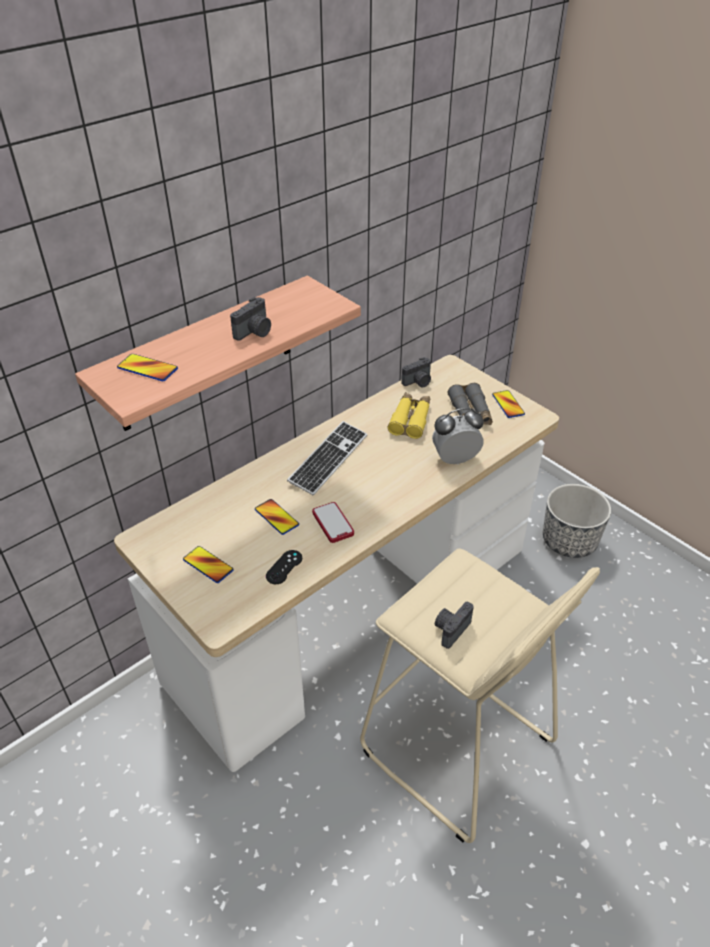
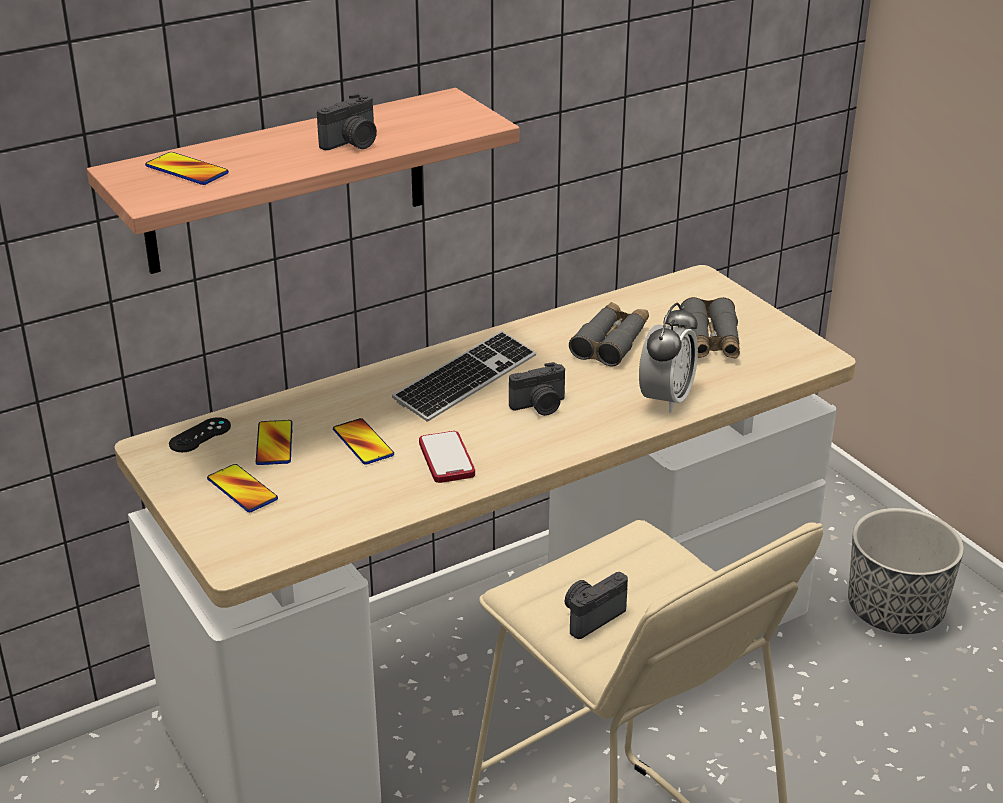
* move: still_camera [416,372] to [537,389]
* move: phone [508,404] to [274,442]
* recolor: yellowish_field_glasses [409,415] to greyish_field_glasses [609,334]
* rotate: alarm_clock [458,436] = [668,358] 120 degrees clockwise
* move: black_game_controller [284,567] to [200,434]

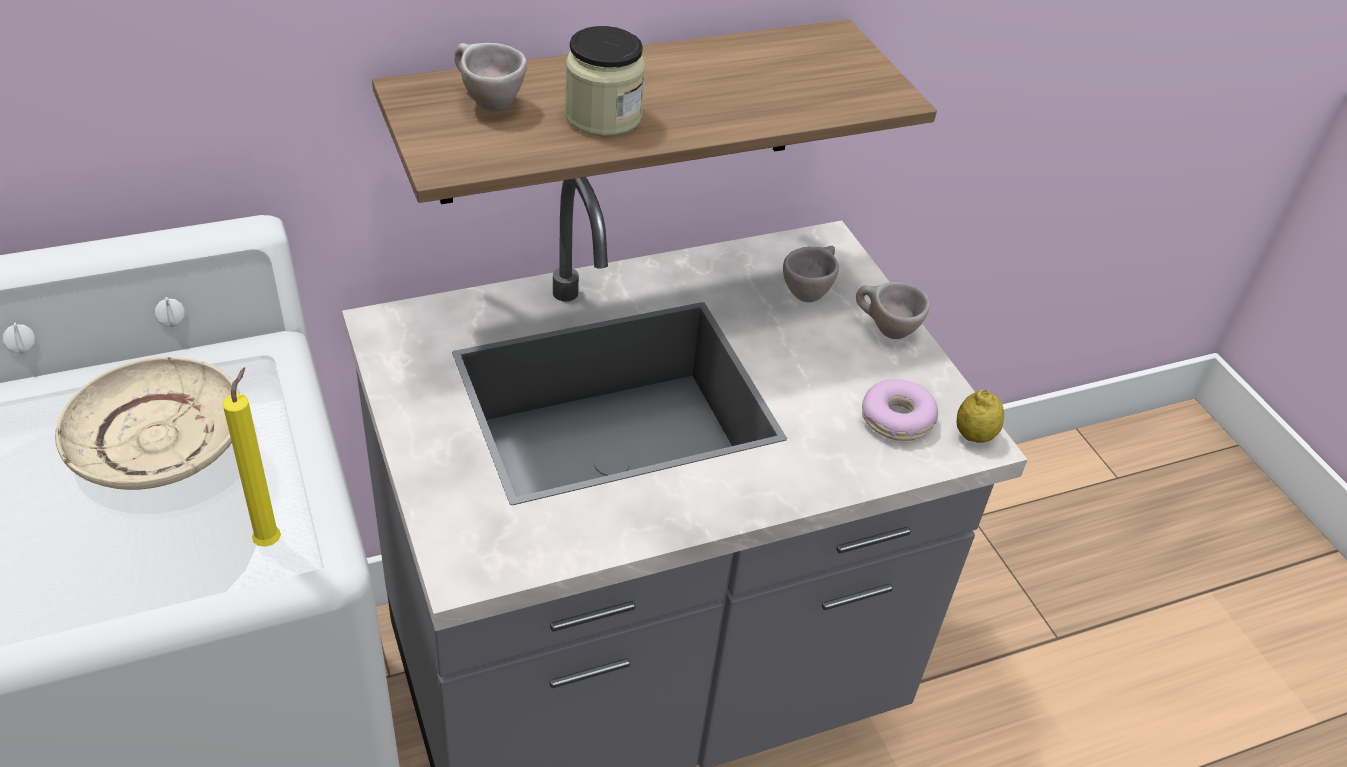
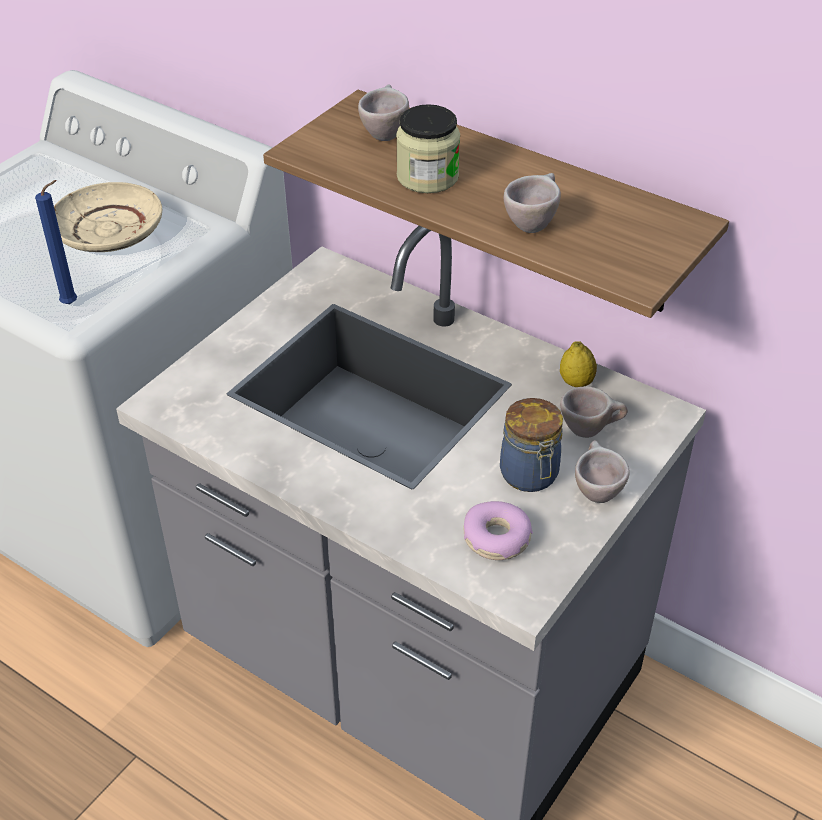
* recolor: yellowish_candle [251,457] to blue-coloured_candle [56,242]
* move: citrus_fruit [980,416] to [578,364]
* insert: beige_small_cup [532,203]
* insert: jar [531,445]

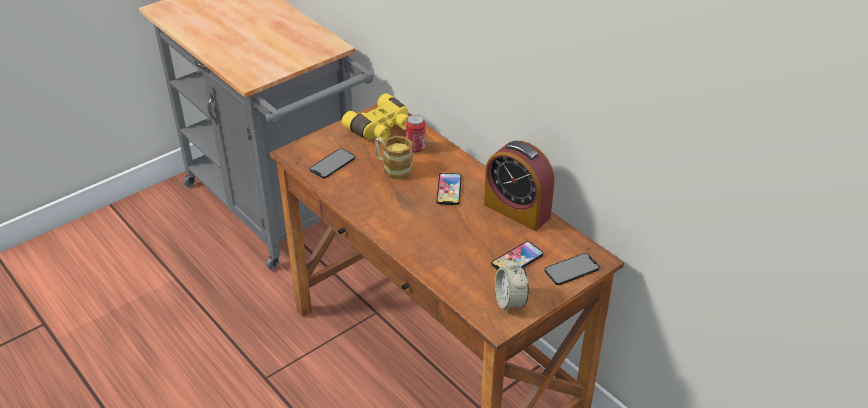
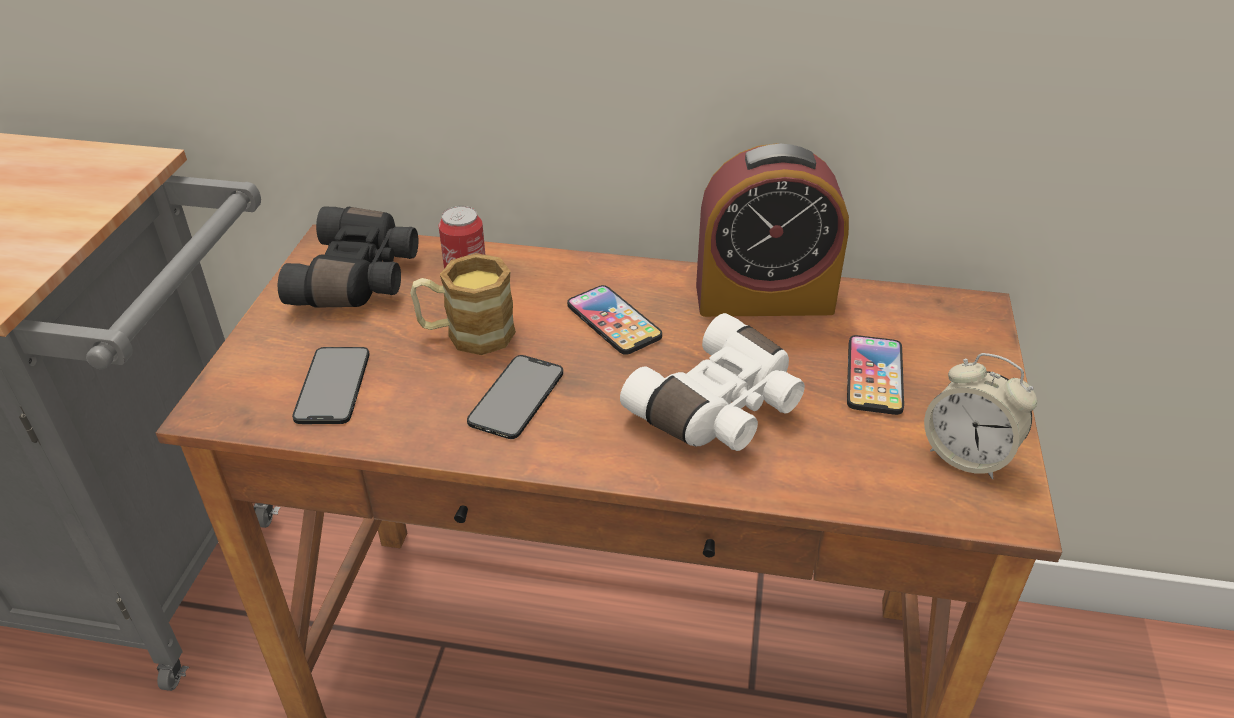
* recolor: yellowish_field_glasses [375,117] to black_field_glasses [348,257]
* move: phone [572,269] to [515,397]
* insert: whitish_field_glasses [712,382]

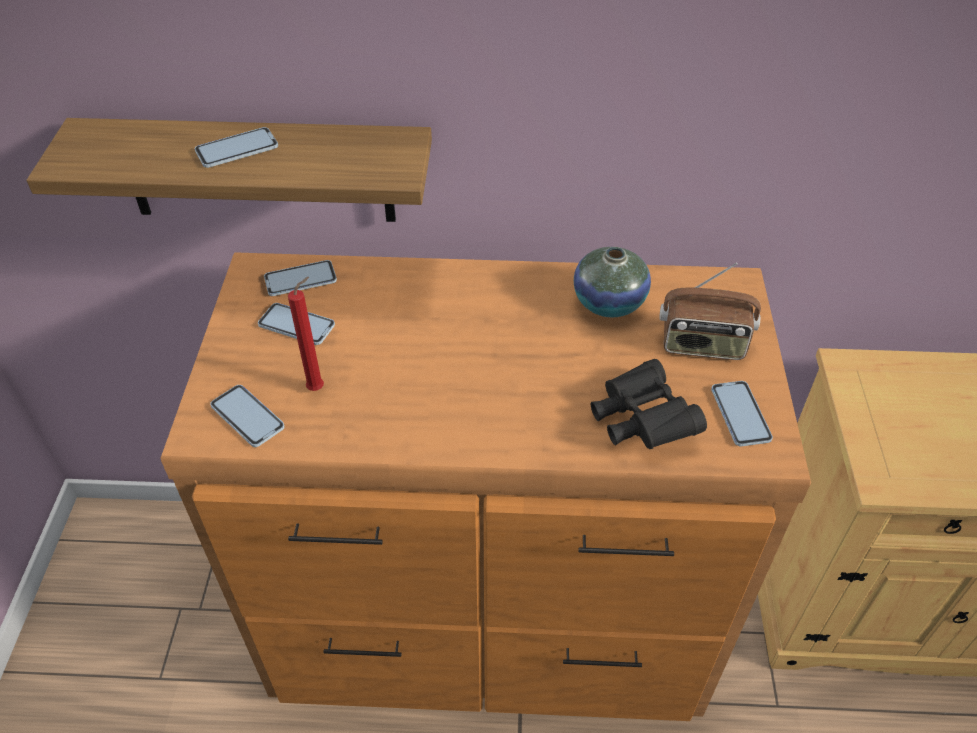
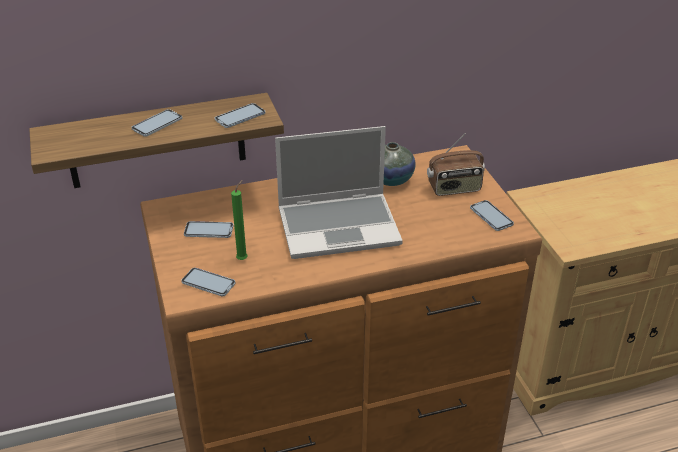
* move: phone [300,278] to [240,115]
* recolor: red_candle [306,334] to greenish_candle [239,220]
* delete: black_field_glasses [649,404]
* insert: portable_computer [339,192]

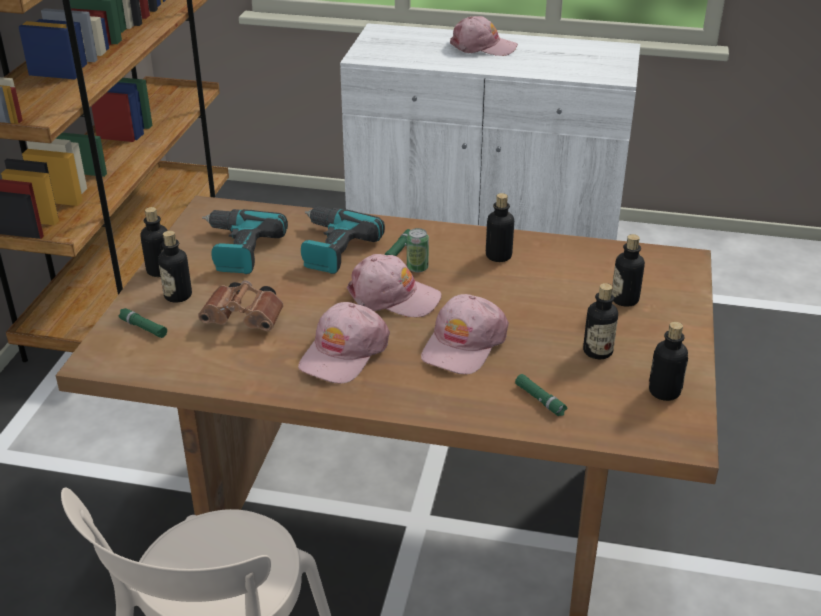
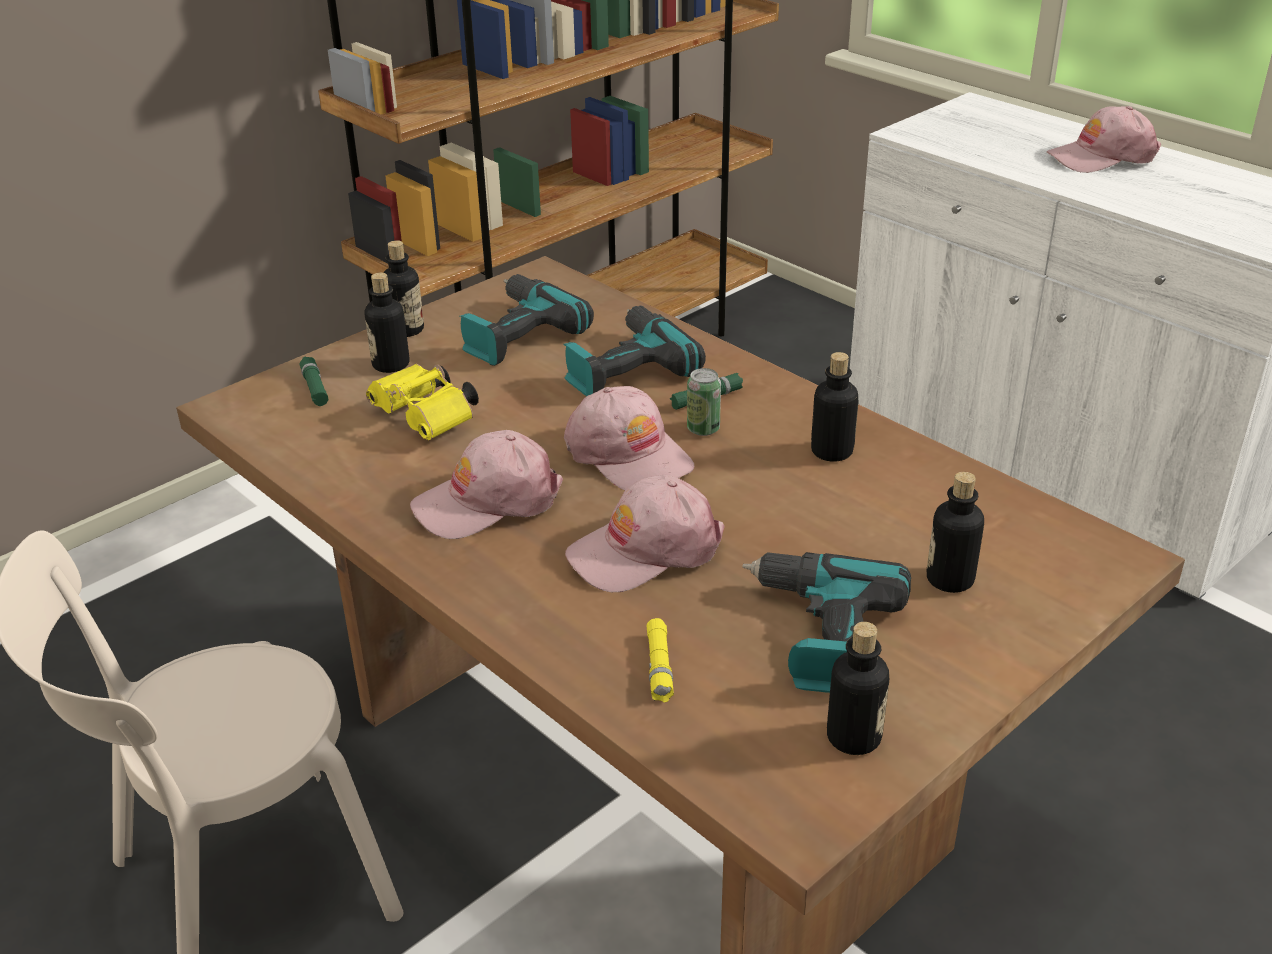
* rotate: pink_cap [484,36] = [1104,139] 120 degrees clockwise
* recolor: brown_field_glasses [240,305] to yellowish_field_glasses [422,402]
* replace: bottle [600,321] to power_drill [827,622]
* recolor: greenish_flashlight [541,395] to yellowish_flashlight [660,660]

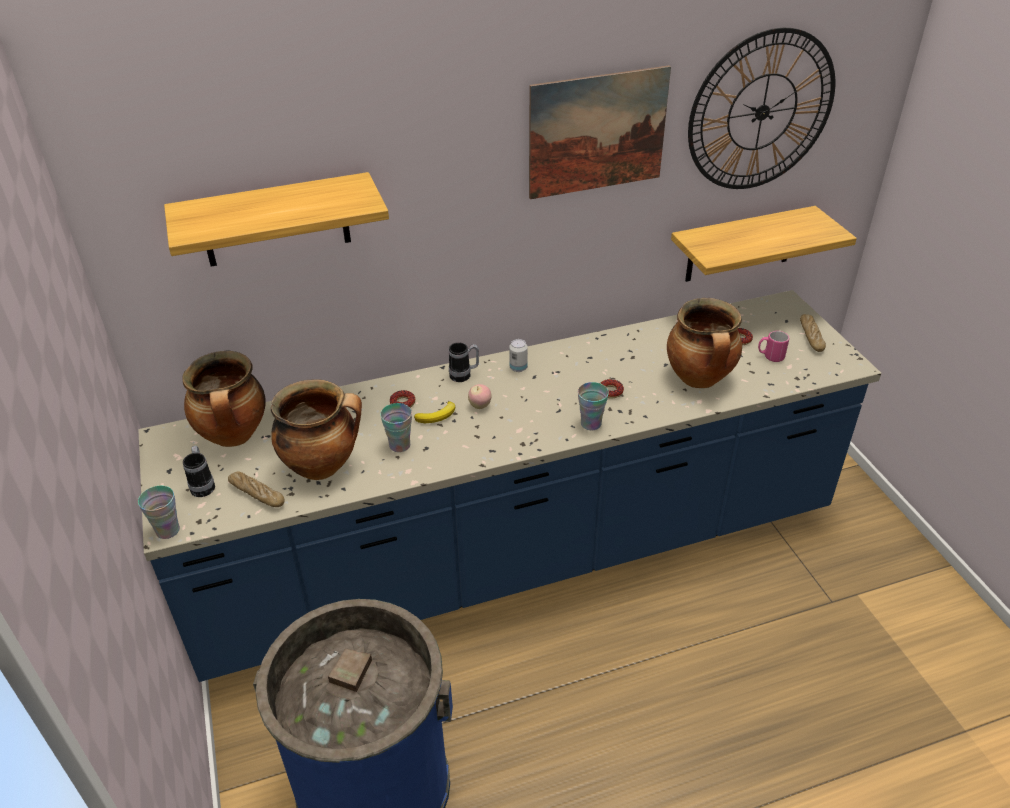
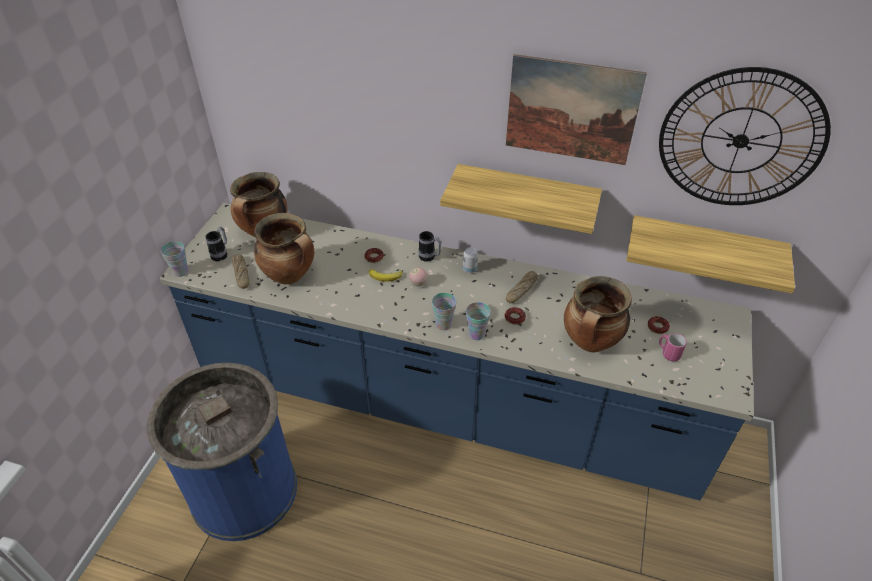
* move: wall_shelf [276,219] to [521,199]
* move: baked_bread [813,333] to [522,287]
* move: small_cup [396,427] to [444,312]

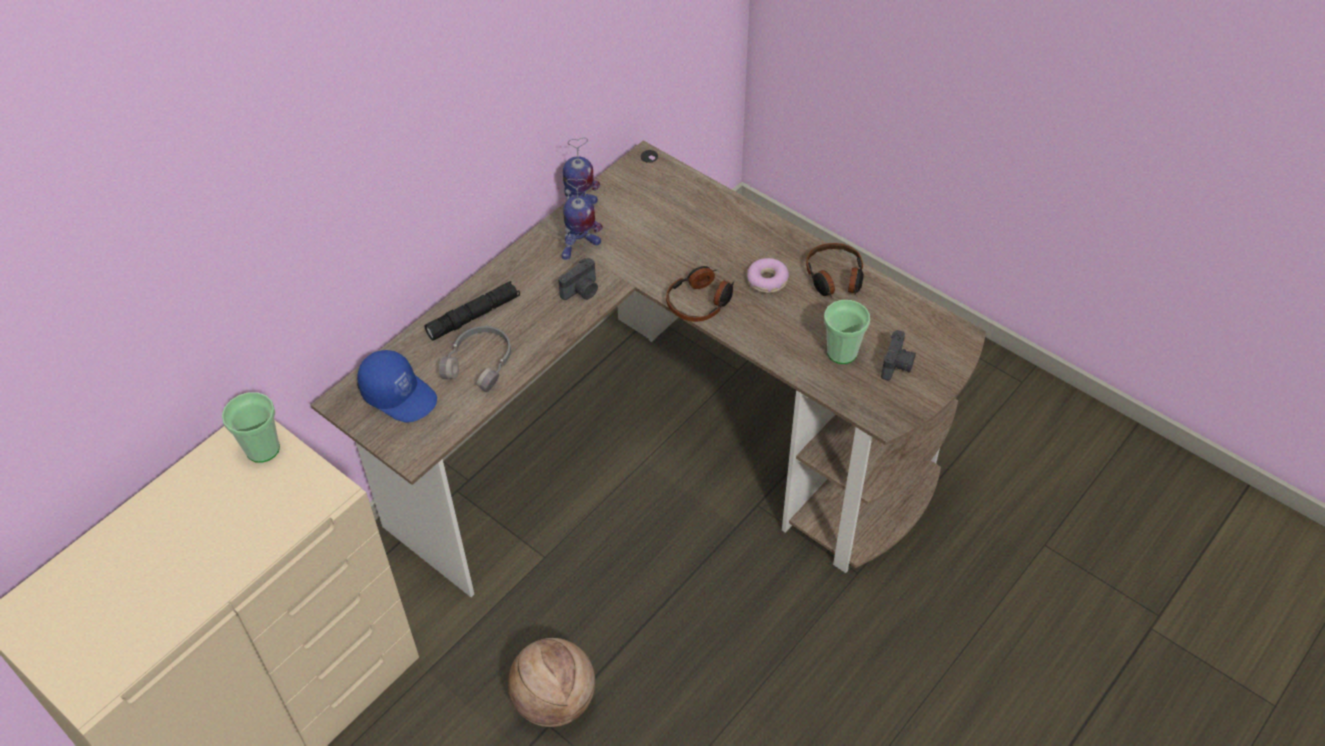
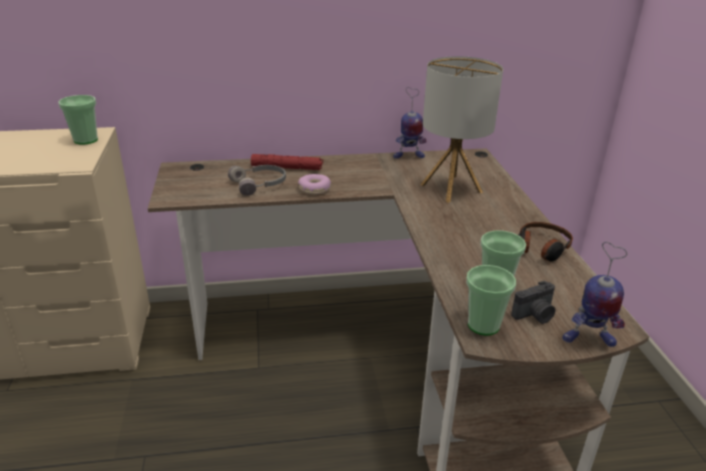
* move: robot_figure [582,219] to [594,294]
* delete: still_camera [578,279]
* move: doughnut [768,275] to [314,184]
* delete: headphones [700,294]
* recolor: black_flashlight [472,311] to red_flashlight [287,162]
* delete: blue-coloured_cap [397,386]
* delete: basketball [551,682]
* insert: lamp_for_a_table [461,129]
* insert: small_cup [491,300]

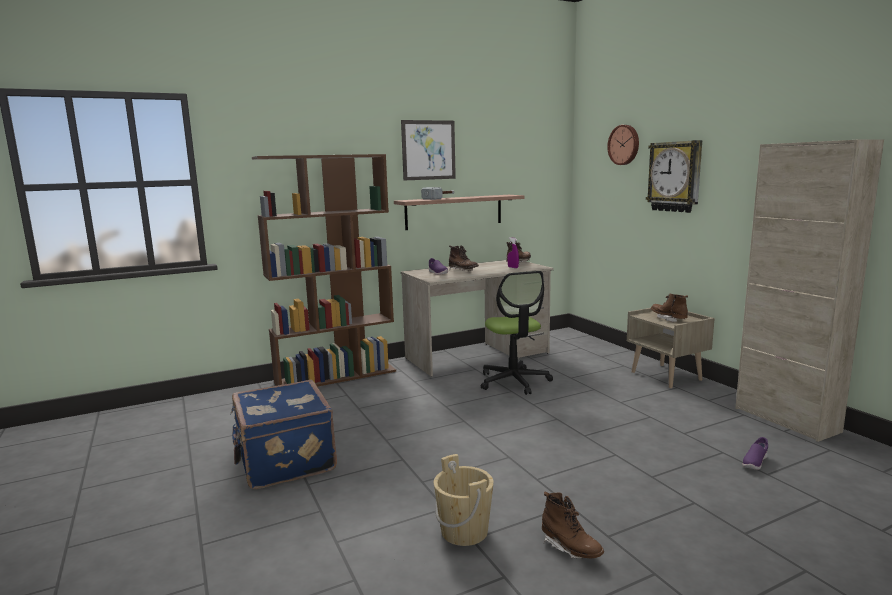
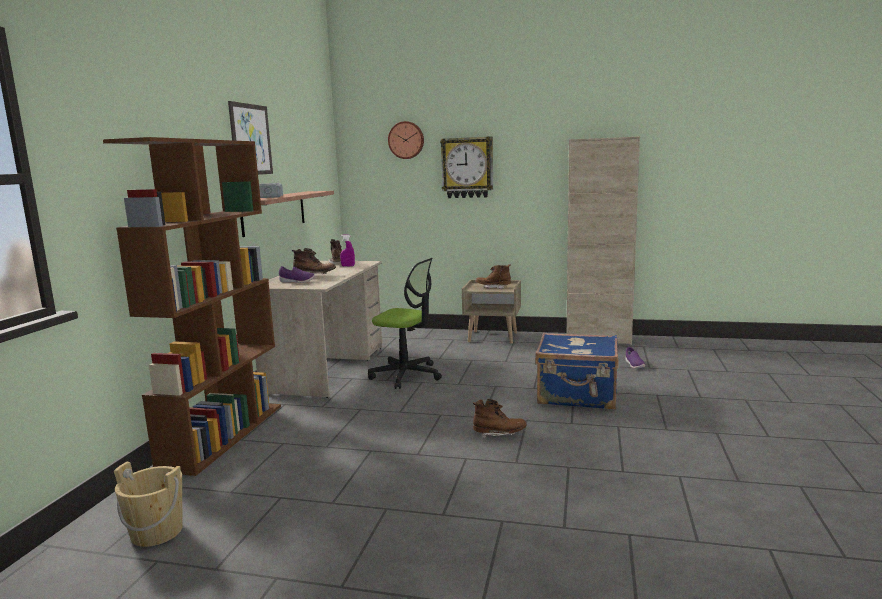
* move: blue-coloured_suitcase [283,434] to [576,371]
* move: beige_bucket [464,500] to [148,504]
* move: brown_high-top_boot [573,525] to [499,419]

